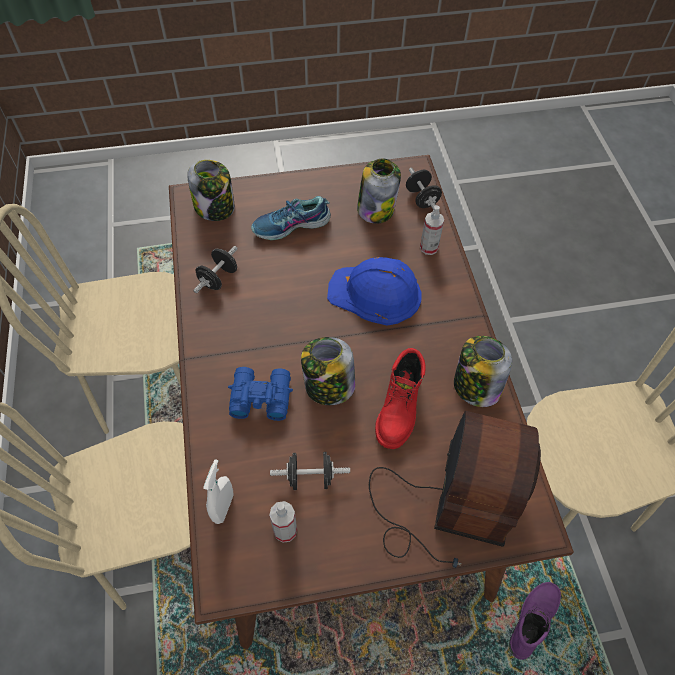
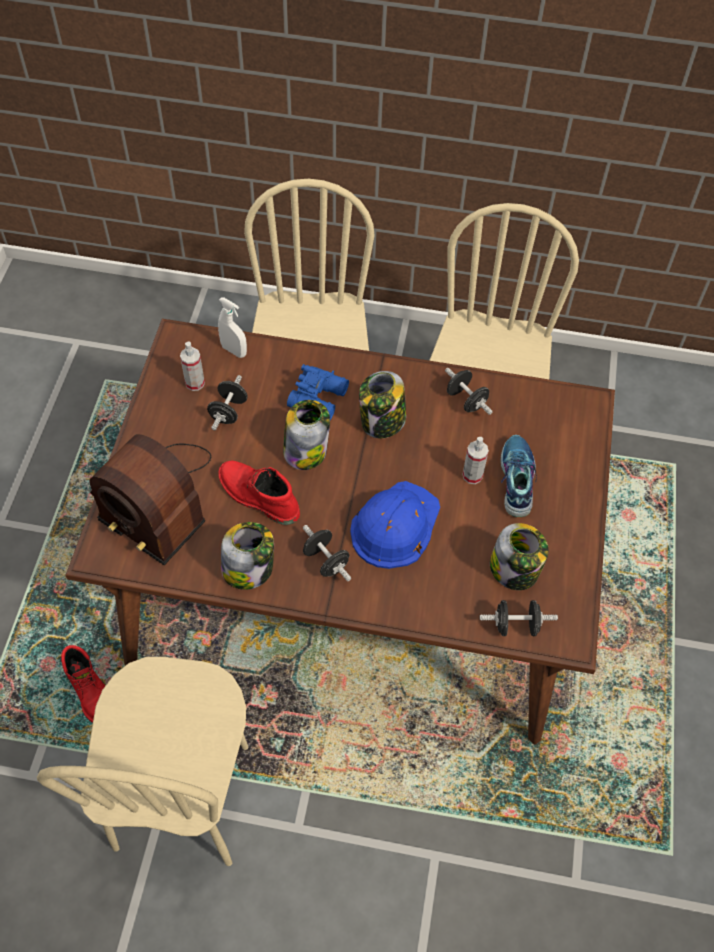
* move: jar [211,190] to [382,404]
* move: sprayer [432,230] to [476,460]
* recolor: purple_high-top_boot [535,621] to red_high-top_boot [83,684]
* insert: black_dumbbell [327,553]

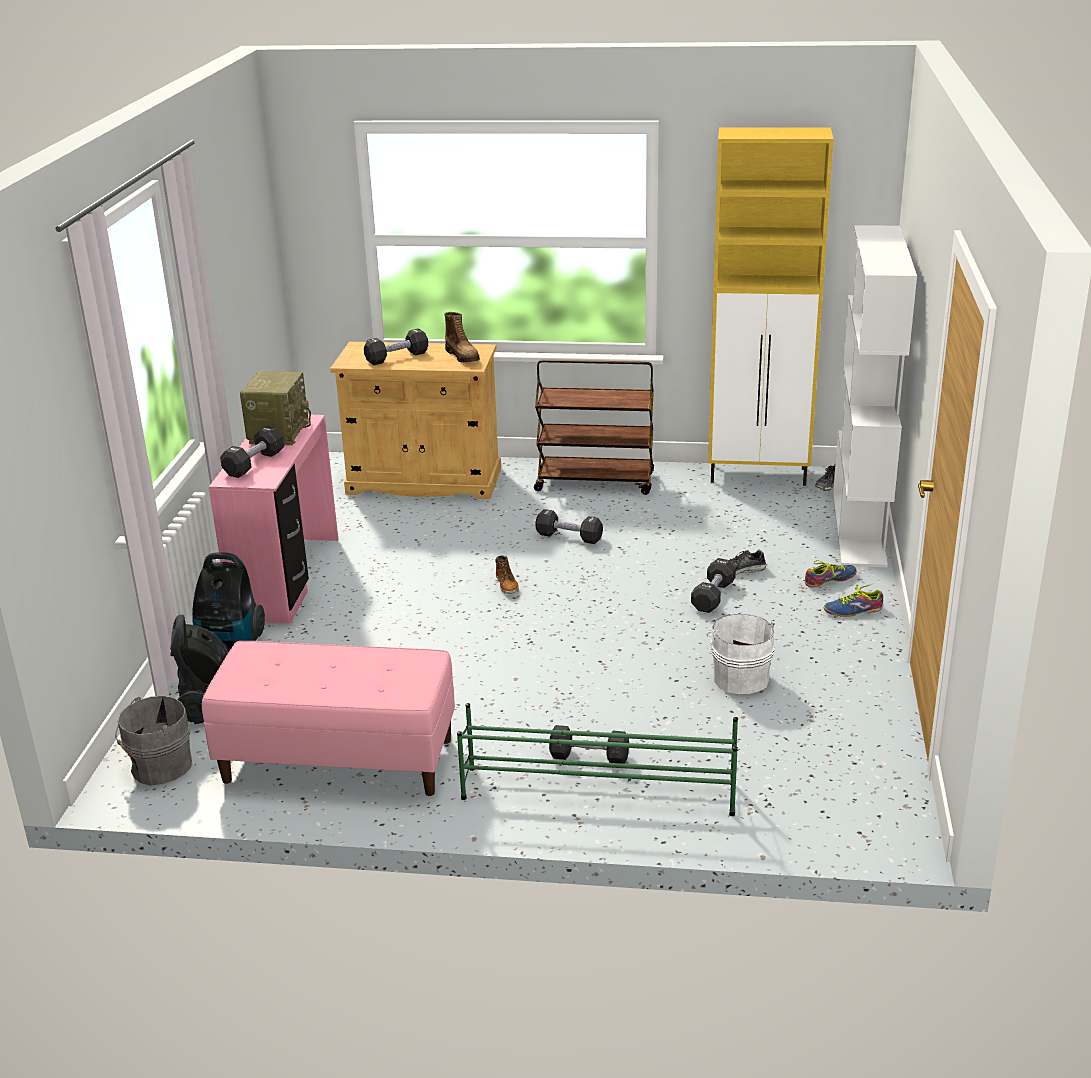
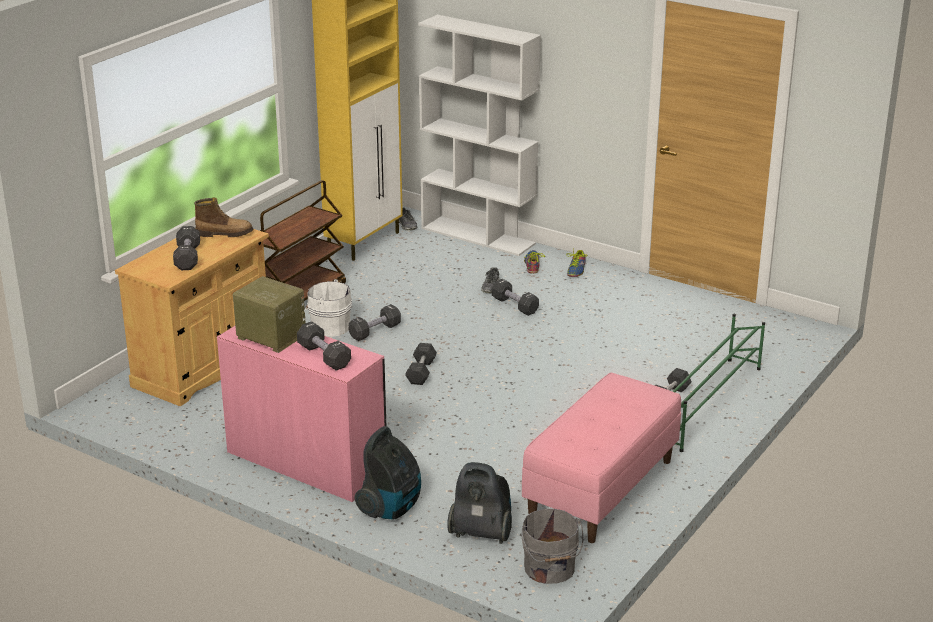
* replace: high-top_boot [507,575] to greyish_dumbbell [421,364]
* move: whitish_bucket [741,654] to [328,308]

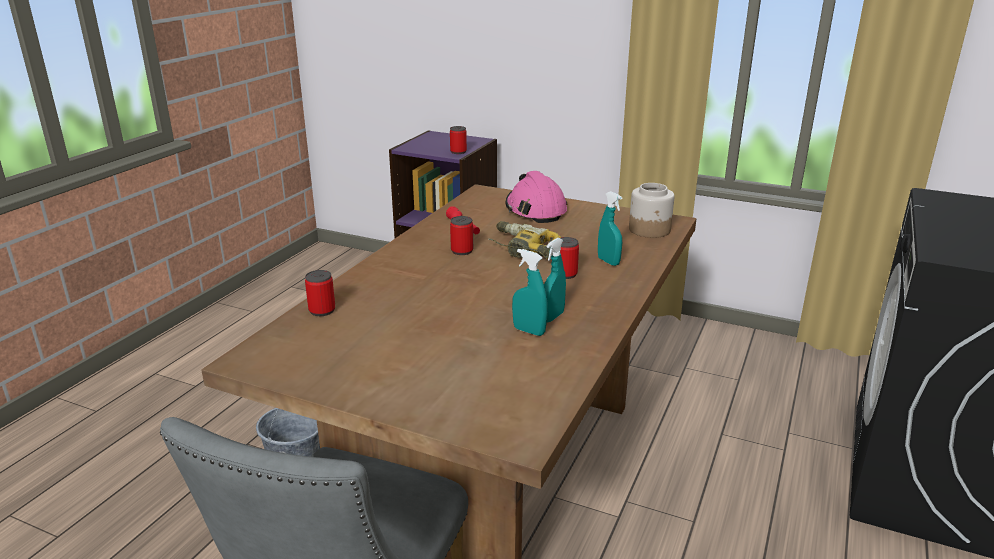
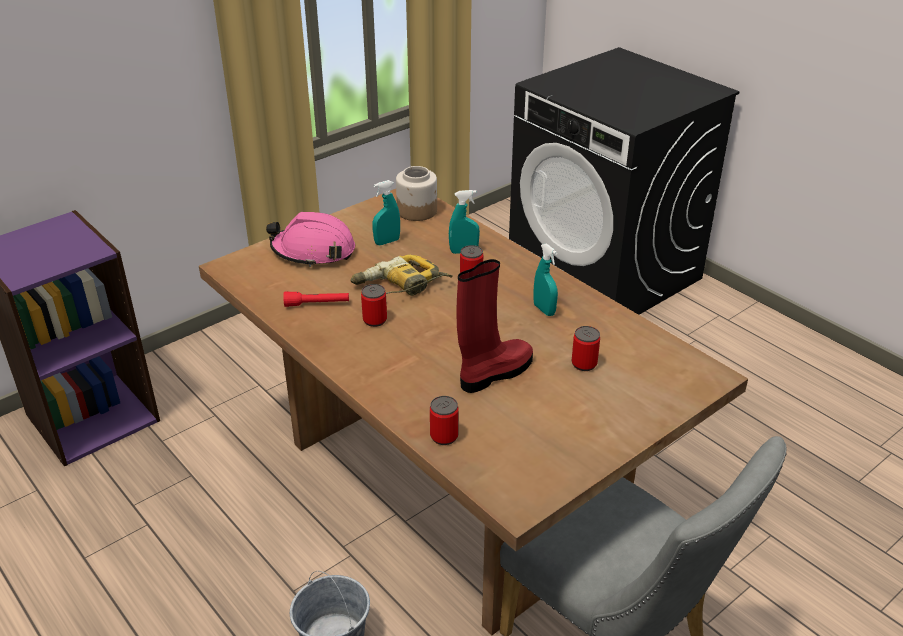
* move: can [458,140] to [586,348]
* move: turquoise-coloured_sprayer [530,292] to [386,212]
* insert: red_high-top_boot [494,326]

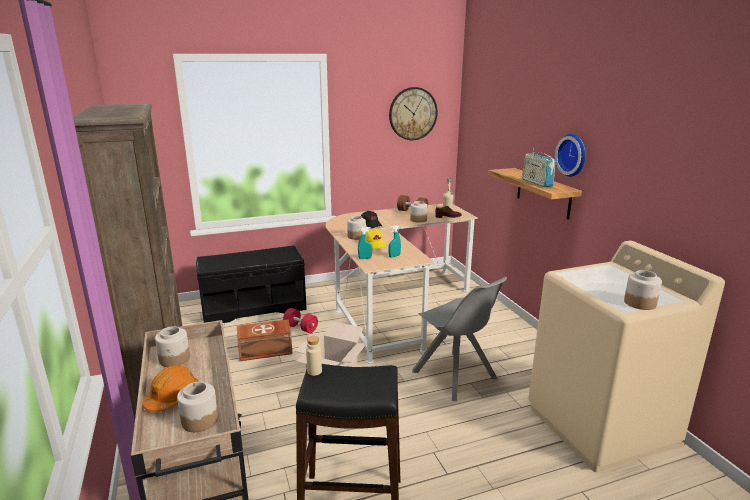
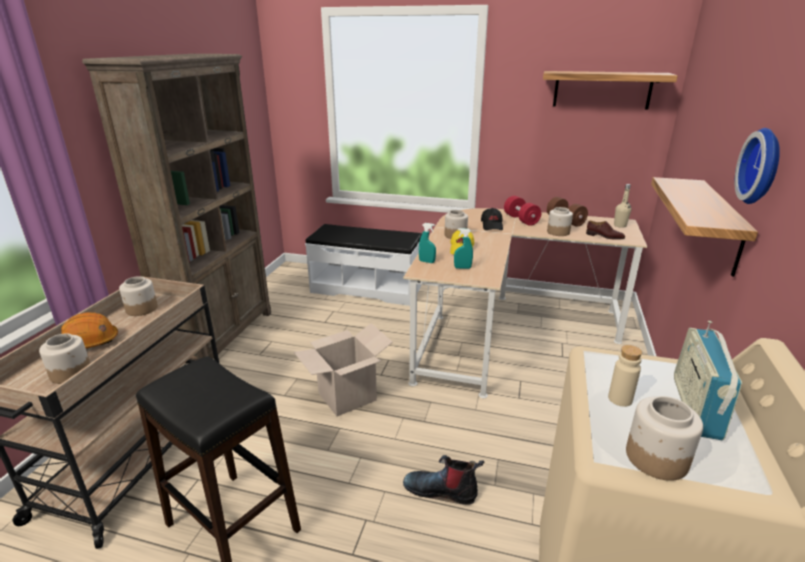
* replace: clock_on_the_wall [413,113] to wall_shelf [610,90]
* move: radio_set [538,167] to [708,380]
* recolor: black_bench [251,284] to whitish_bench [363,265]
* delete: greyish_upright_chair [459,339]
* move: red_dumbbell [300,320] to [523,211]
* delete: brown_storage_bin [264,340]
* move: beige_bottle [314,356] to [625,376]
* insert: high-top_boot [443,480]

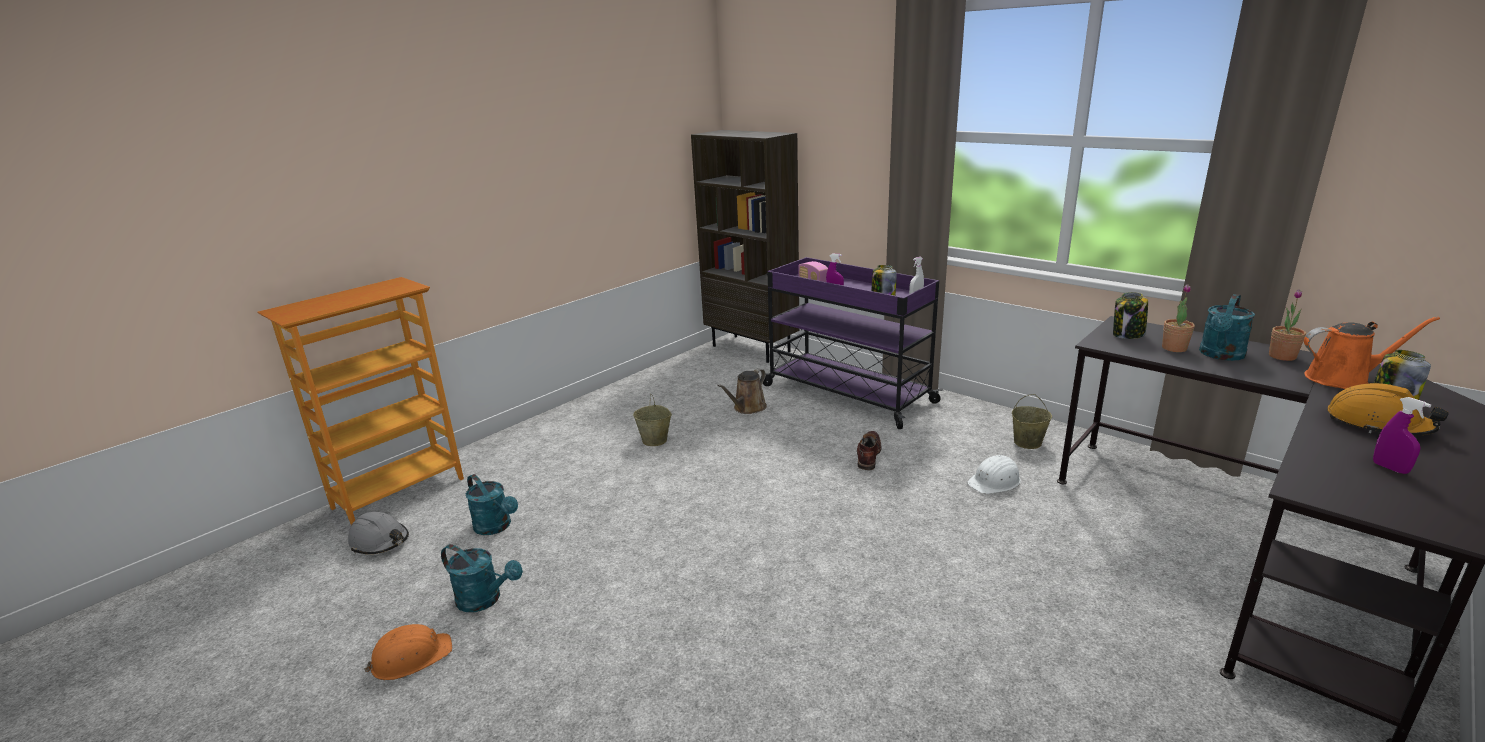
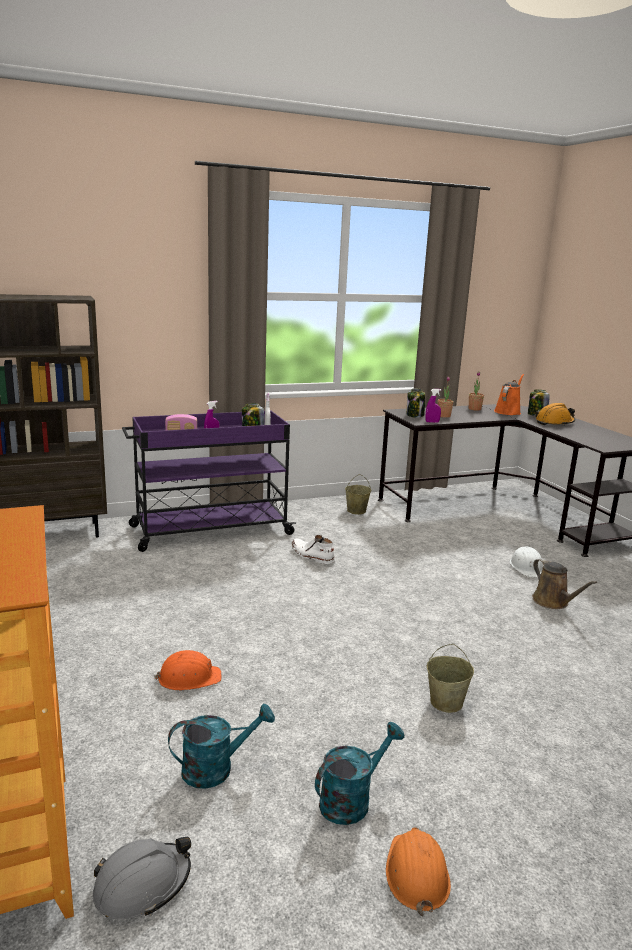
* delete: turquoise-coloured_watering_pot [1227,327]
* move: brown_watering_pot [742,391] to [564,583]
* move: beige_bucket [652,420] to [450,678]
* move: purple_sprayer [1402,435] to [433,406]
* recolor: brown_high-top_boot [869,450] to whitish_high-top_boot [313,549]
* move: whitish_safety_helmet [994,474] to [526,561]
* insert: orange-coloured_safety_helmet [188,670]

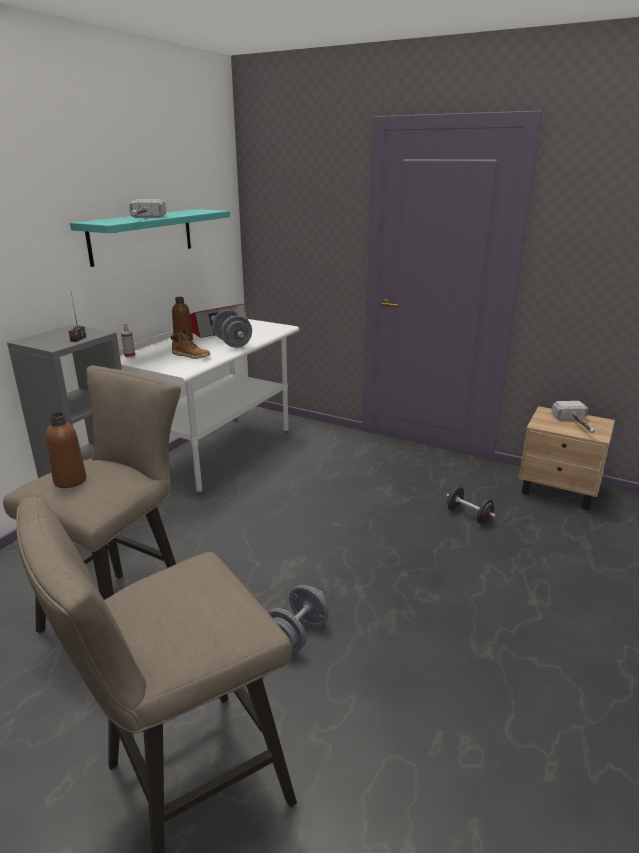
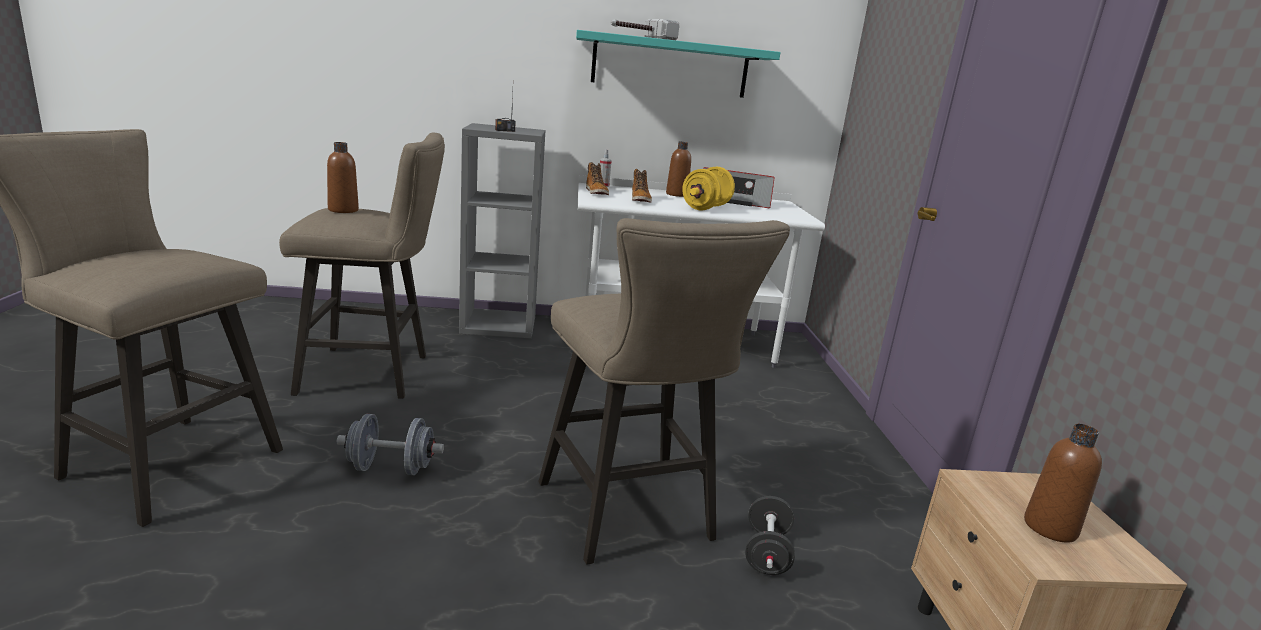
* recolor: greyish_dumbbell [232,328] to yellowish_dumbbell [708,189]
* replace: tool_hammer [573,417] to brown_bottle [1063,483]
* insert: high-top_boot [597,178]
* insert: beige_stool [664,391]

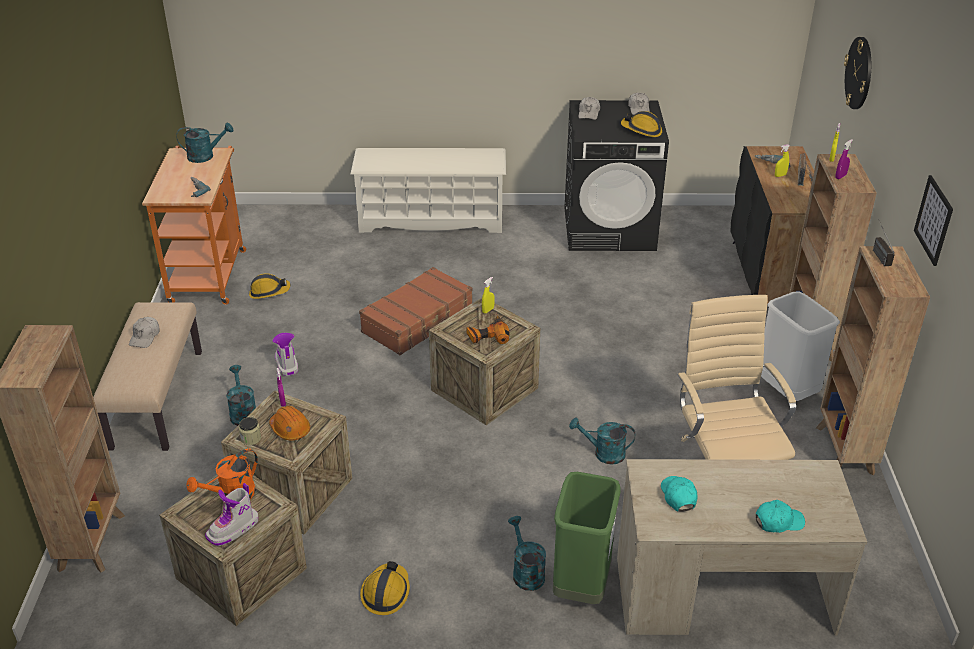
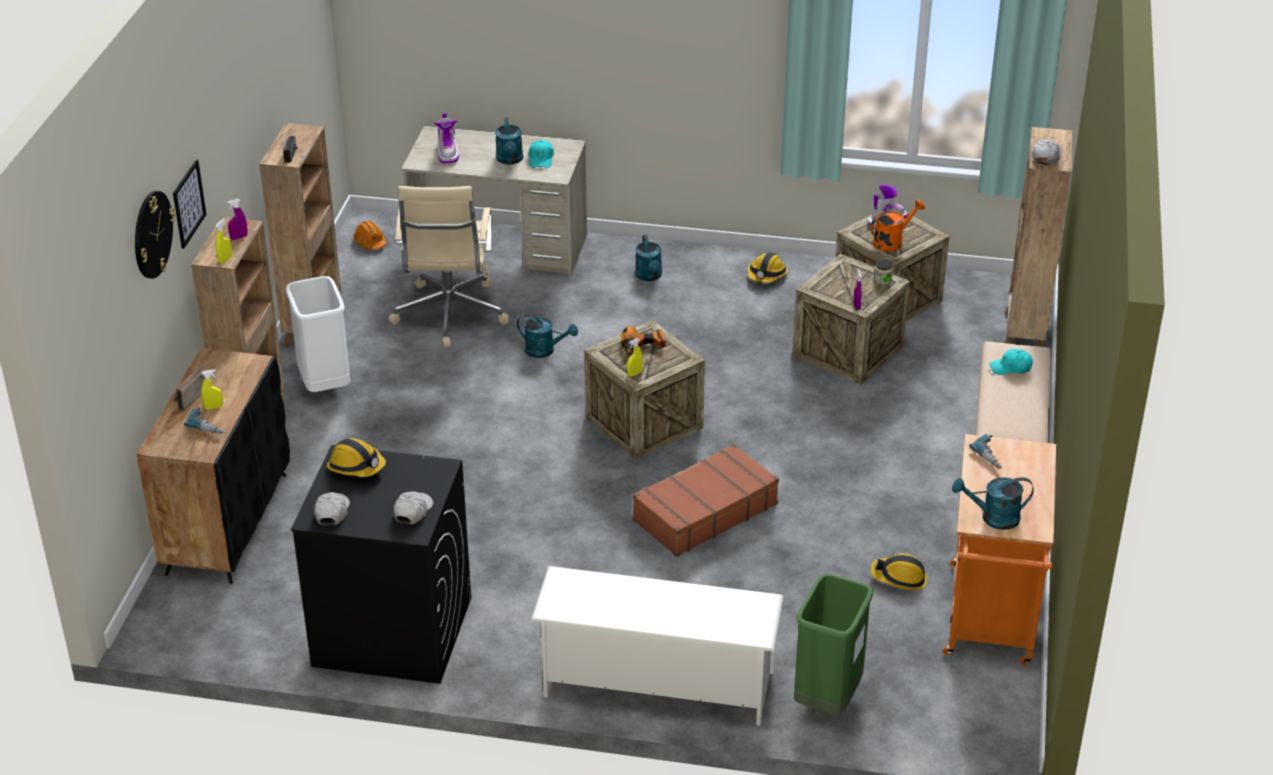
* move: wall_art [933,220] to [190,204]
* move: whitish_cap [144,332] to [1046,152]
* move: high-top_boot [285,354] to [446,138]
* move: turquoise-coloured_watering_pot [241,395] to [509,141]
* move: orange-coloured_safety_helmet [289,423] to [370,235]
* move: greenish_waste_bin [587,538] to [833,644]
* move: turquoise-coloured_cap [780,516] to [1011,362]

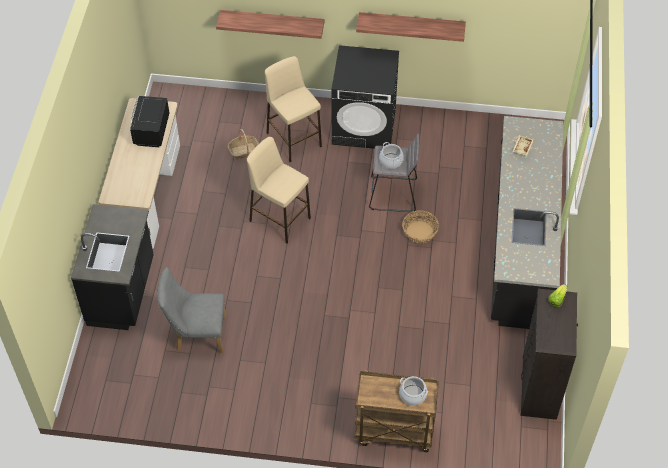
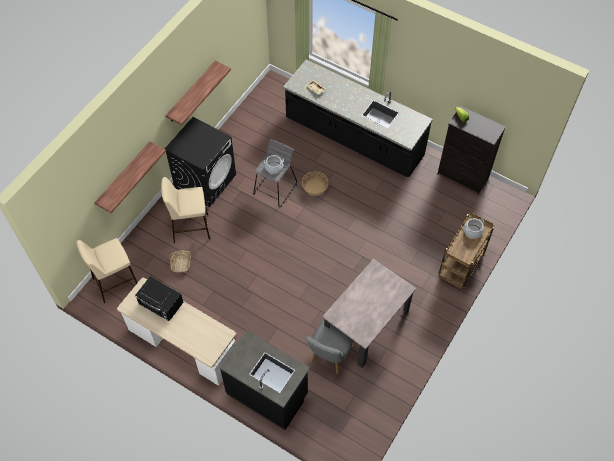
* move: beige_stool [279,190] to [106,270]
* insert: beige_dinner_table [369,313]

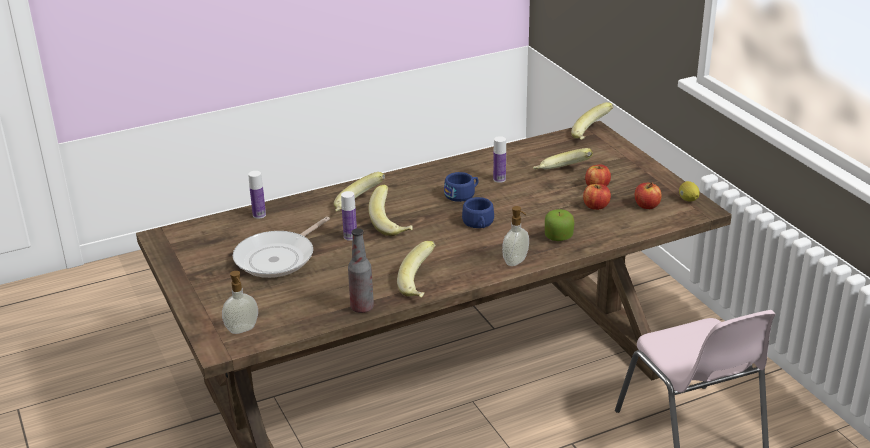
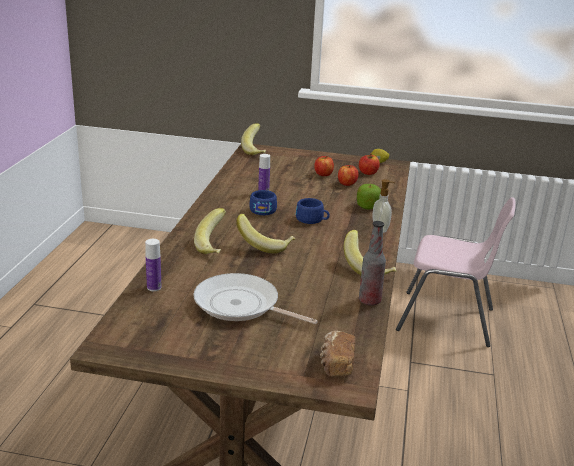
* delete: whole_banana [563,158]
* delete: bottle [349,216]
* rotate: skillet [281,247] = [255,298] 135 degrees clockwise
* replace: soap_bottle [240,302] to baked_bread [338,354]

